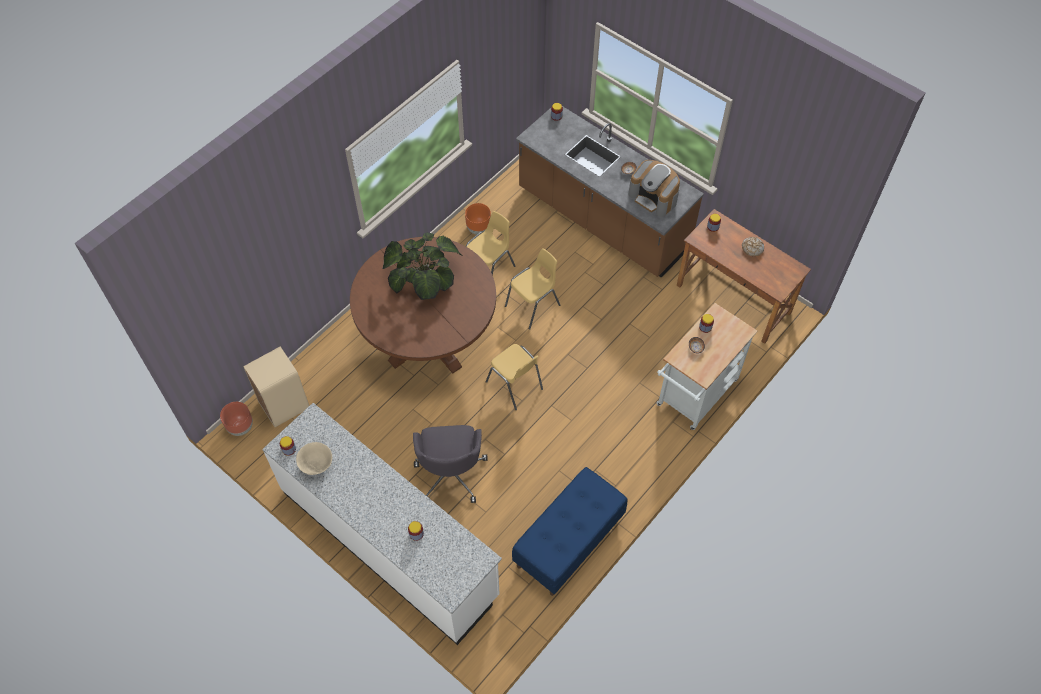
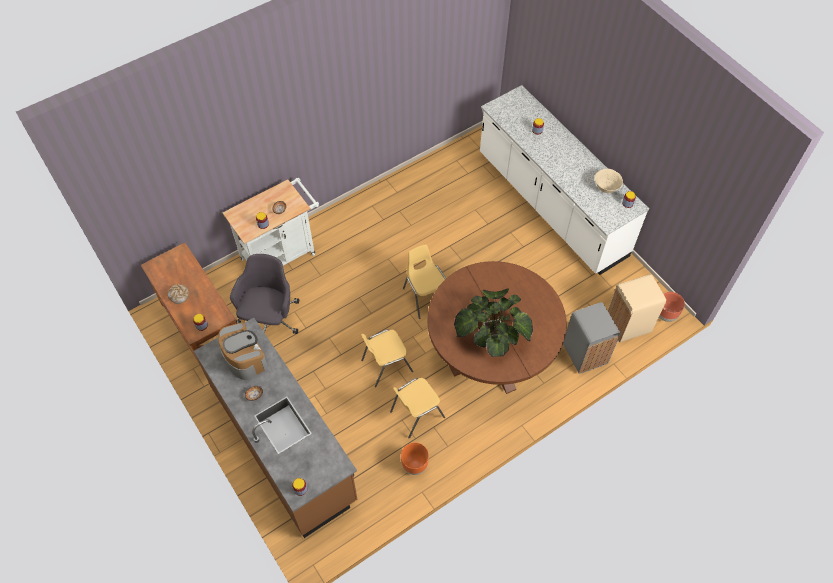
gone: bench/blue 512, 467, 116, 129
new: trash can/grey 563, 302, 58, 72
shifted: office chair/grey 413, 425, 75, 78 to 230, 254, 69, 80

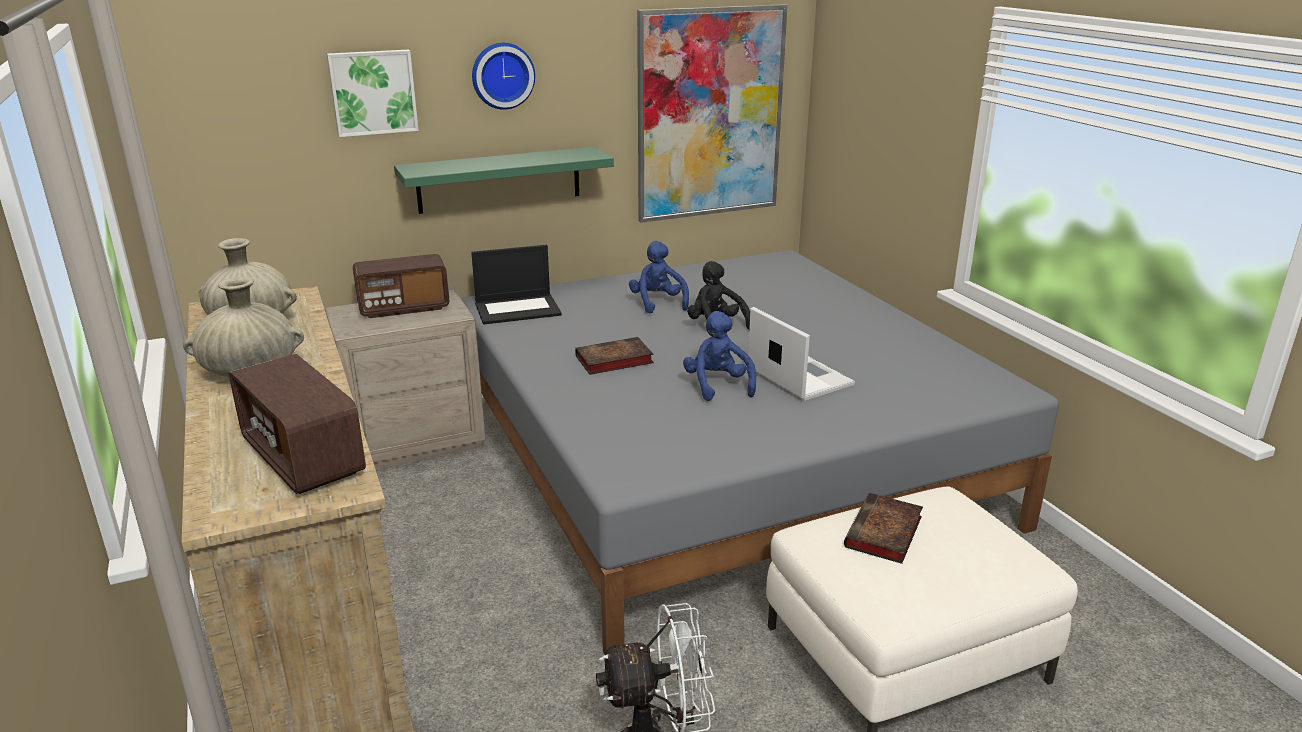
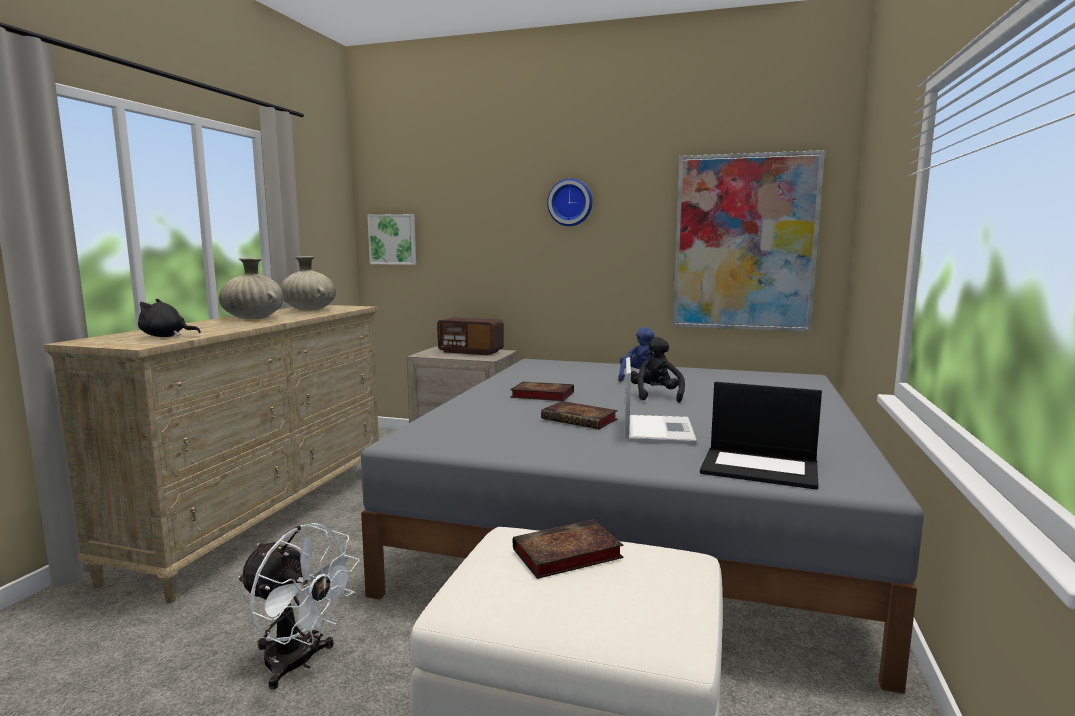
gone: shelf/green 394, 147, 220, 67
shifted: picture 327, 50, 92, 87 to 367, 214, 49, 51; laptop 471, 245, 91, 79 to 700, 382, 122, 108
swapped: radio 229, 354, 137, 140 to plush toy/black 138, 299, 63, 38; plush toy/blue 683, 311, 73, 90 to book 541, 401, 77, 28

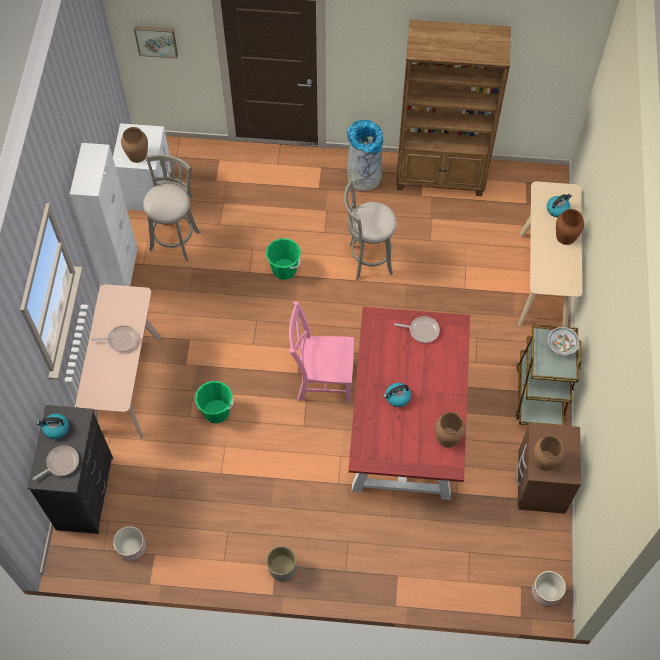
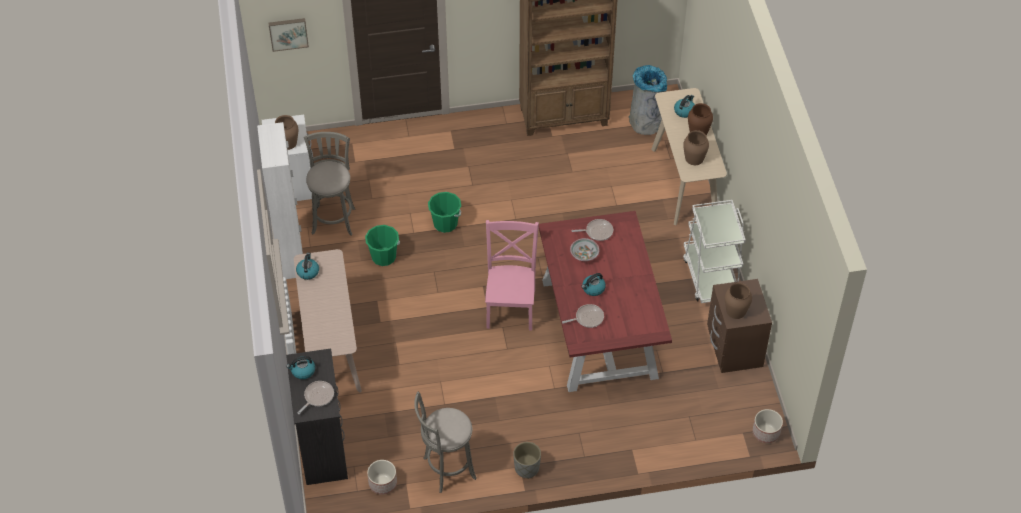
new: kettle 296, 253, 23, 27
shifted: frying pan 91, 325, 47, 27 to 562, 304, 42, 24; bucket/green 195, 381, 39, 43 to 365, 225, 35, 41; stool/grey 344, 180, 53, 100 to 414, 392, 63, 101; trash can/grey 347, 120, 36, 71 to 629, 65, 38, 70; vase/brown 435, 412, 31, 36 to 683, 130, 26, 35; bowl 548, 327, 32, 28 to 570, 238, 29, 23
repainted: cart/brown 516, 324, 66, 102 to cart/white 683, 200, 63, 103
rotated: chair/pink 289, 301, 65, 102 = 485, 220, 54, 111 105 degrees clockwise

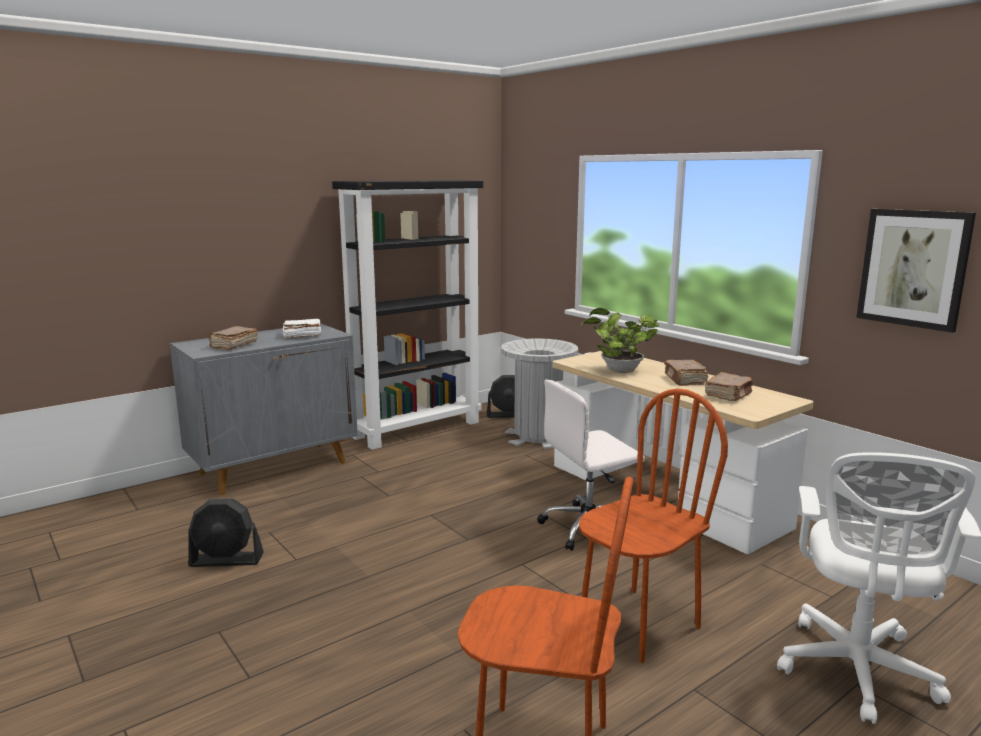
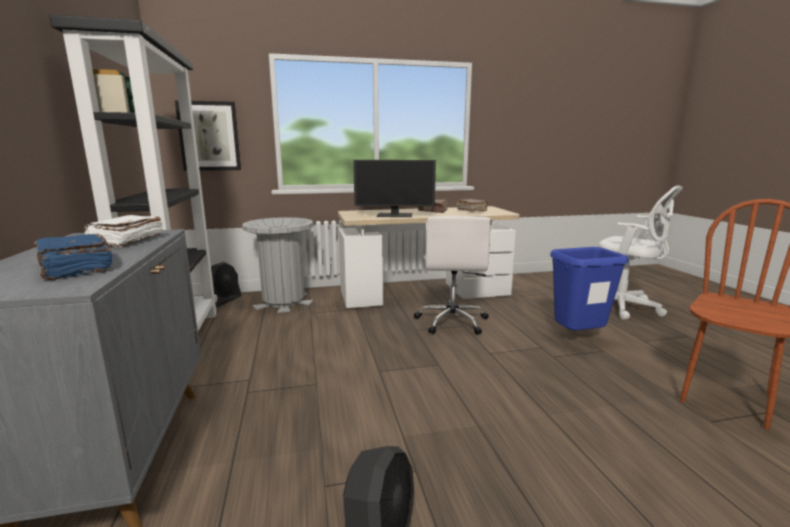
shifted: picture 856, 209, 120, 124 to 175, 100, 66, 71
swapped: chair/brown 579, 389, 149, 274 to trash can/blue 550, 247, 79, 84; potted plant 580, 308, 79, 65 to monitor 353, 160, 83, 57
repainted: book/brown 209, 326, 49, 24 to book/blue 34, 233, 79, 47

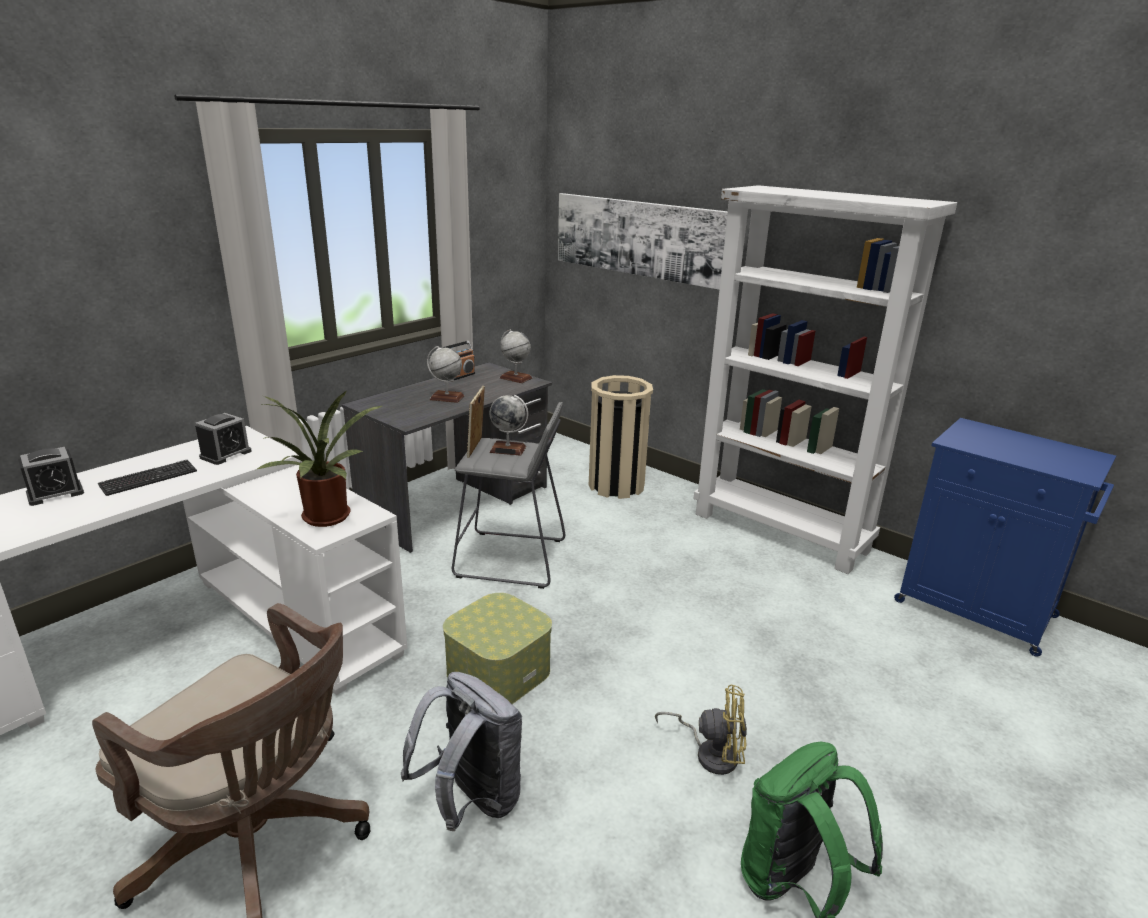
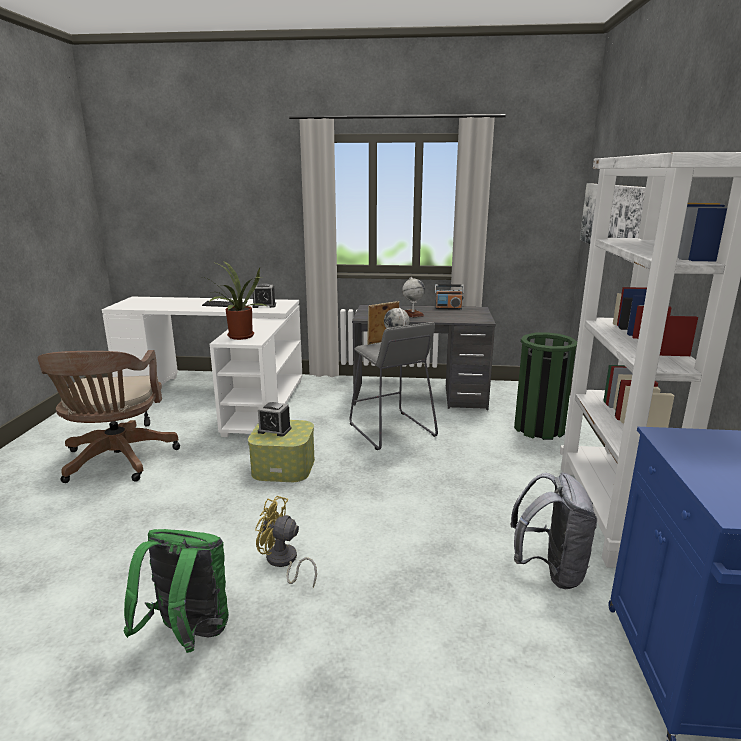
gone: globe 500, 329, 32, 54
shifted: alarm clock 18, 447, 66, 59 to 258, 402, 34, 35; backpack/grey 401, 672, 121, 159 to 510, 473, 87, 116
repainted: trash can/beige 589, 375, 64, 124 to trash can/green 514, 332, 63, 108
rotated: fan/yellow 655, 685, 92, 90 = 255, 496, 62, 91 135 degrees clockwise

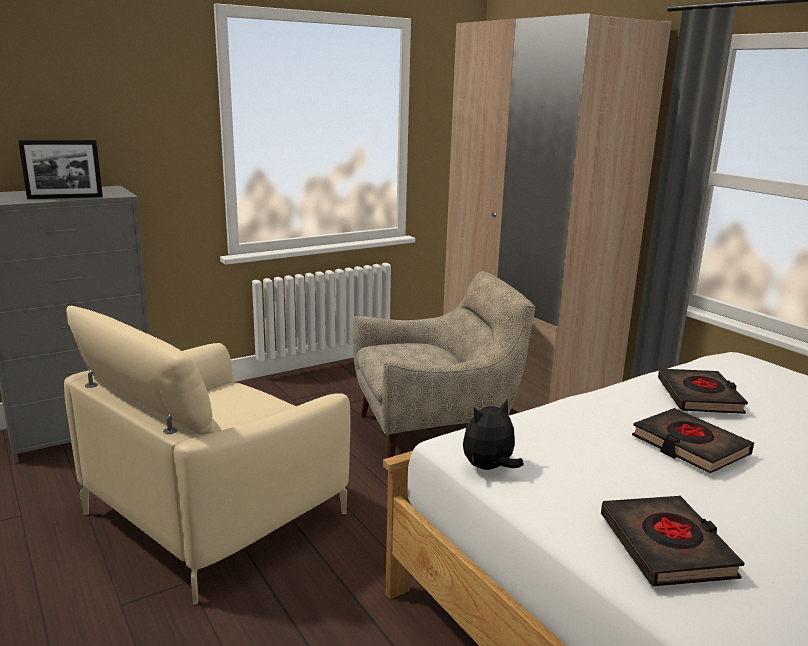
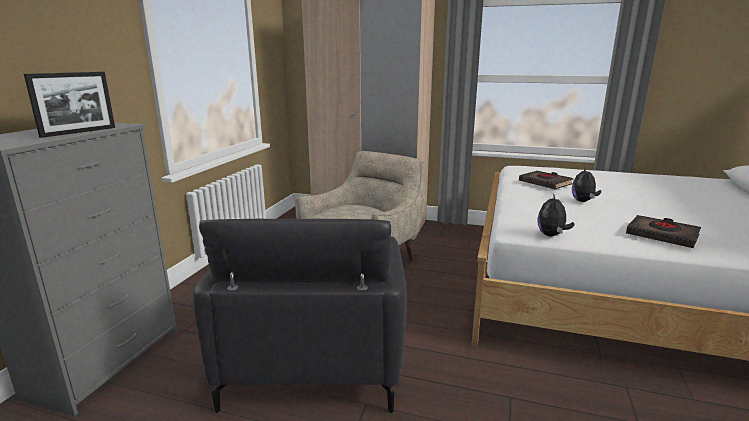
swapped: book/black 632, 408, 122, 65 to plush toy 572, 167, 29, 35
repainted: armchair/beige 64, 306, 286, 298 to armchair/black 193, 219, 214, 194

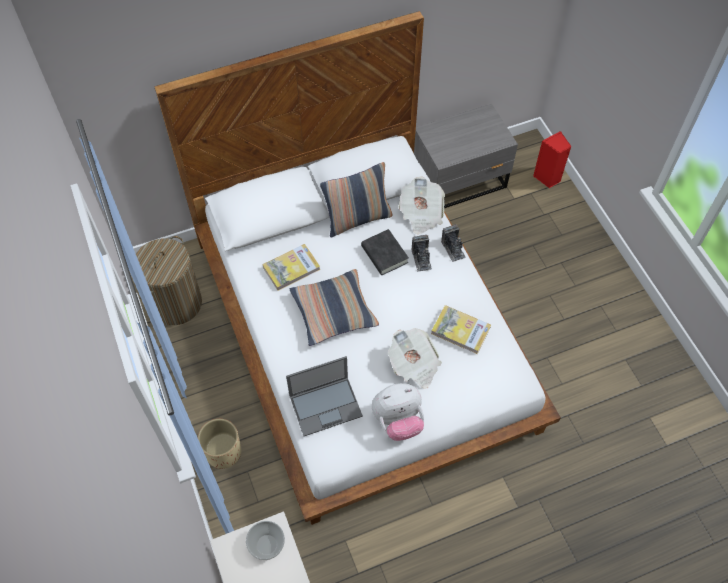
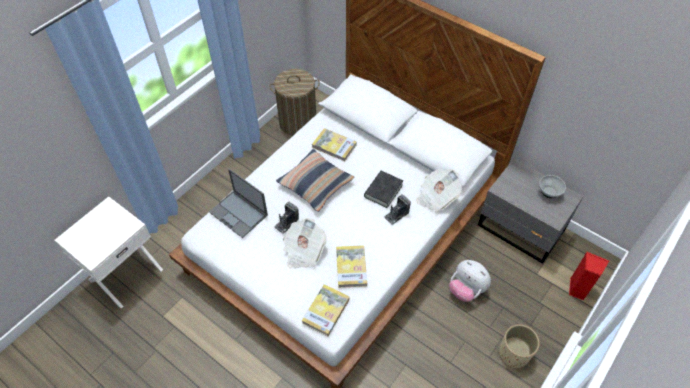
gone: pillow 320, 162, 73, 75
new: book 302, 284, 48, 52
shifted: planter/beige 198, 419, 43, 50 to 499, 324, 41, 44; bowl 246, 521, 39, 39 to 539, 175, 27, 23; plush toy 372, 383, 52, 58 to 449, 260, 42, 42; photo camera 441, 224, 25, 38 to 274, 202, 25, 32

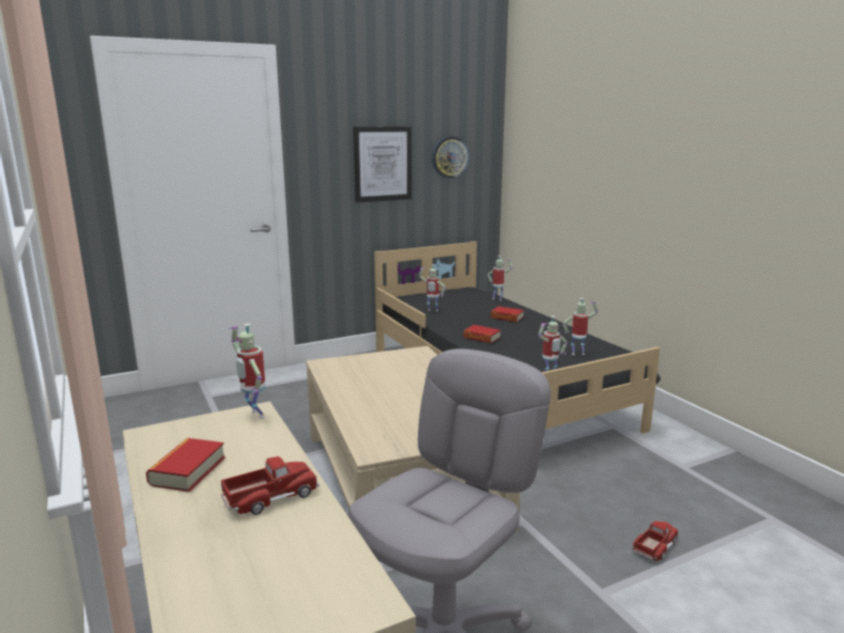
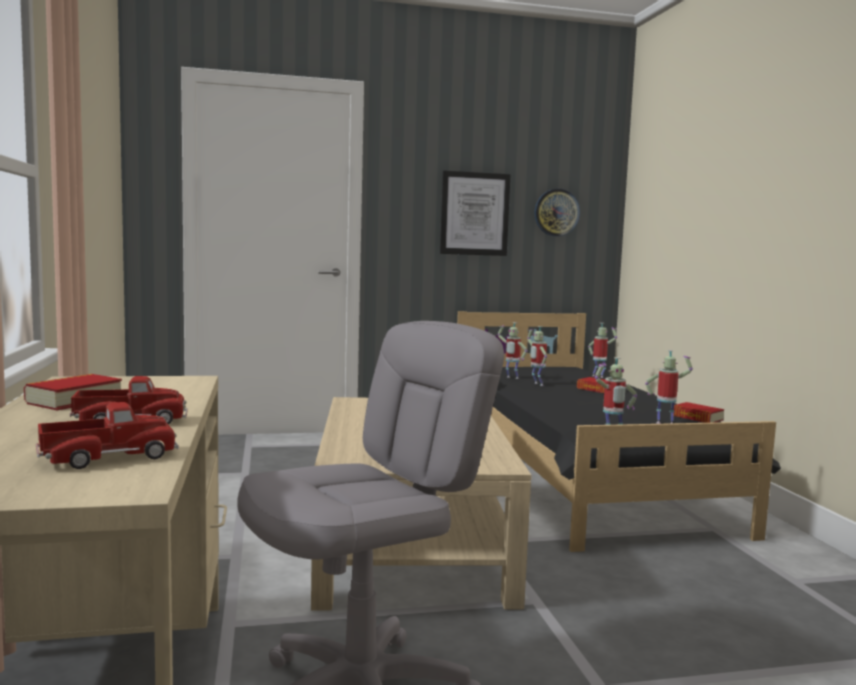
shifted: toy robot 228, 323, 37, 96 to 527, 326, 20, 60; book 463, 325, 38, 18 to 673, 402, 51, 21; toy truck 632, 521, 46, 40 to 36, 402, 143, 67

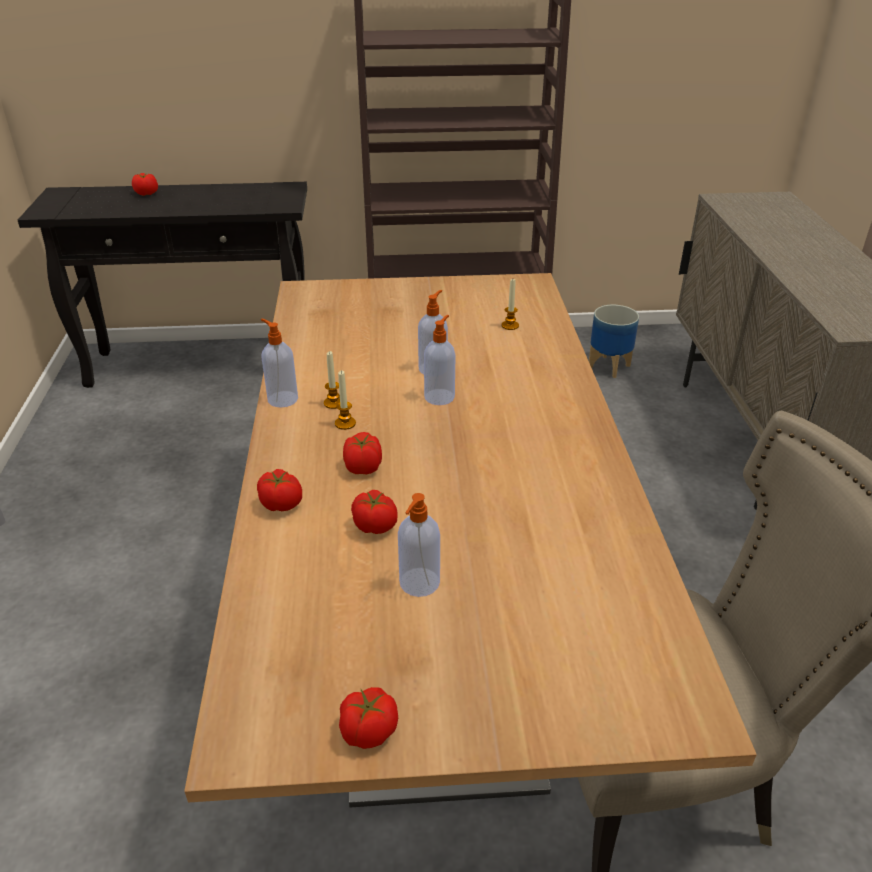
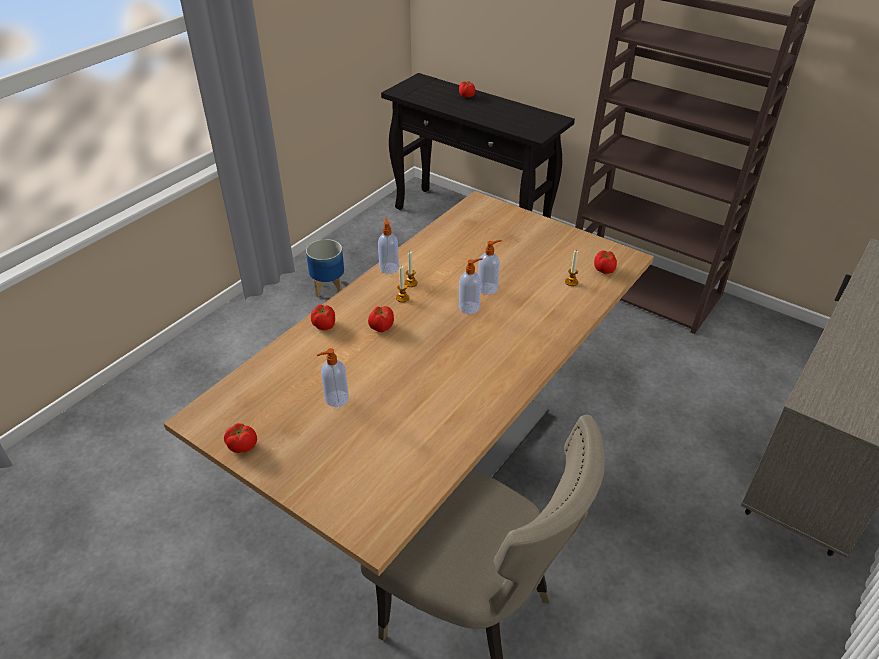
shifted: tomato 351, 490, 47, 44 to 594, 250, 23, 24; planter 589, 305, 50, 73 to 306, 239, 38, 58

